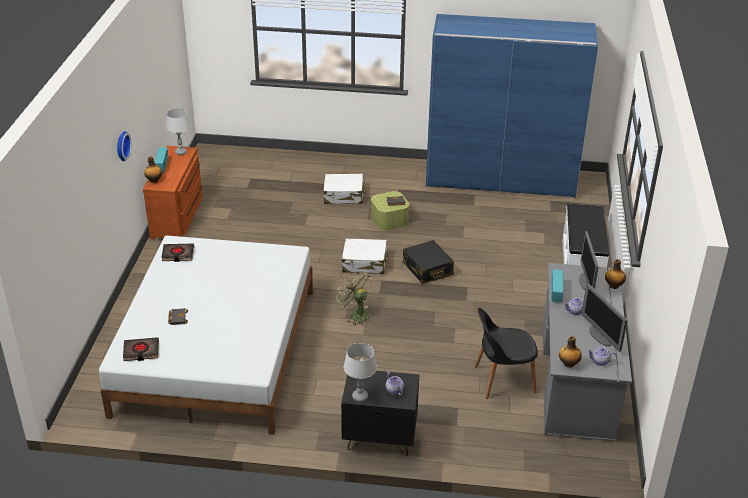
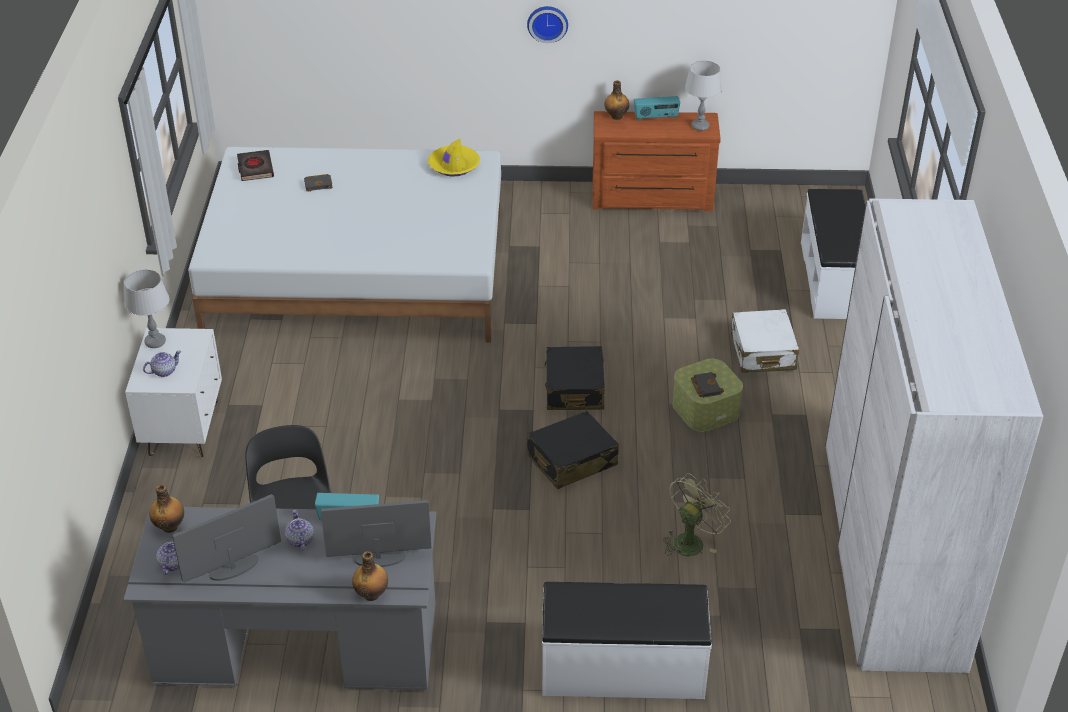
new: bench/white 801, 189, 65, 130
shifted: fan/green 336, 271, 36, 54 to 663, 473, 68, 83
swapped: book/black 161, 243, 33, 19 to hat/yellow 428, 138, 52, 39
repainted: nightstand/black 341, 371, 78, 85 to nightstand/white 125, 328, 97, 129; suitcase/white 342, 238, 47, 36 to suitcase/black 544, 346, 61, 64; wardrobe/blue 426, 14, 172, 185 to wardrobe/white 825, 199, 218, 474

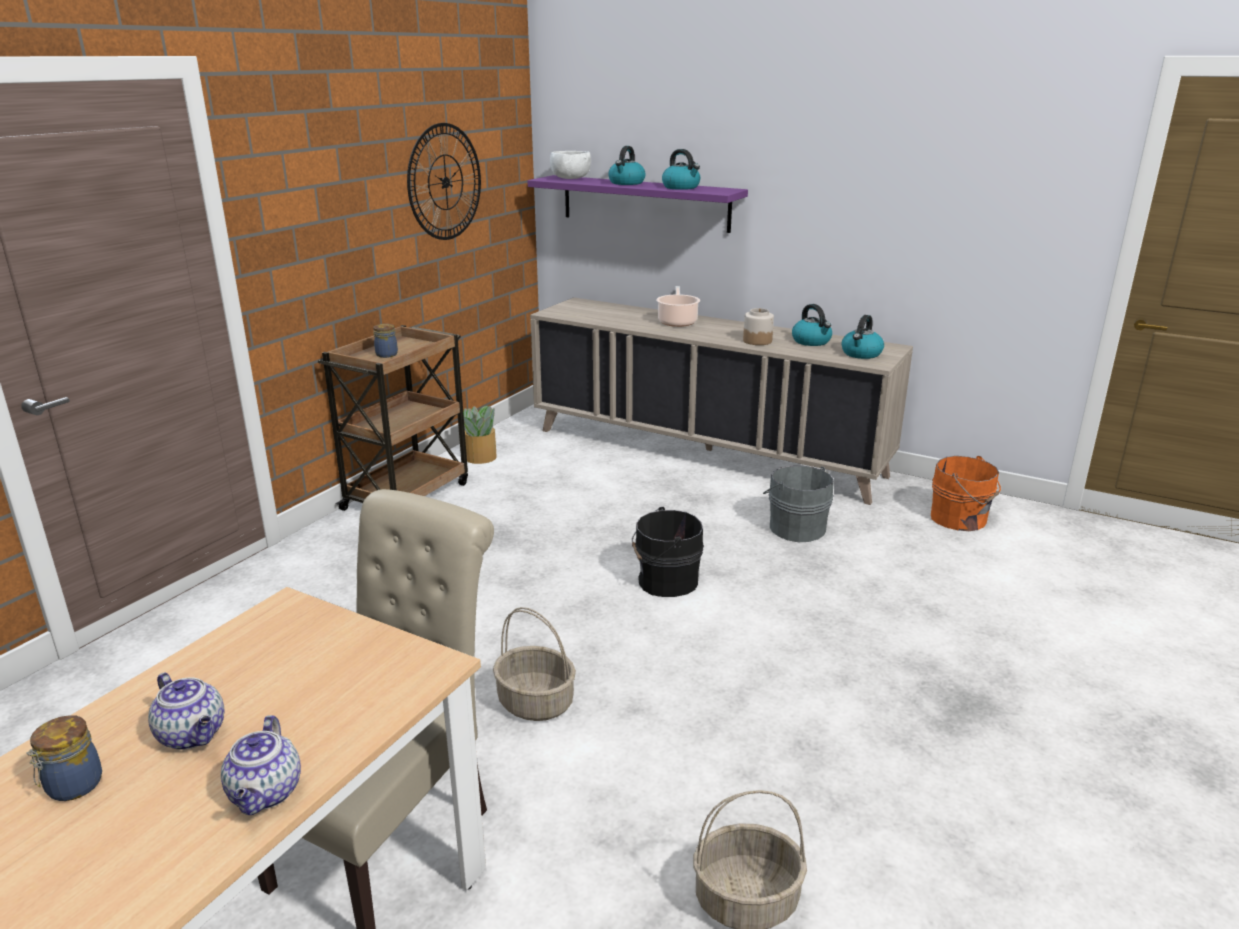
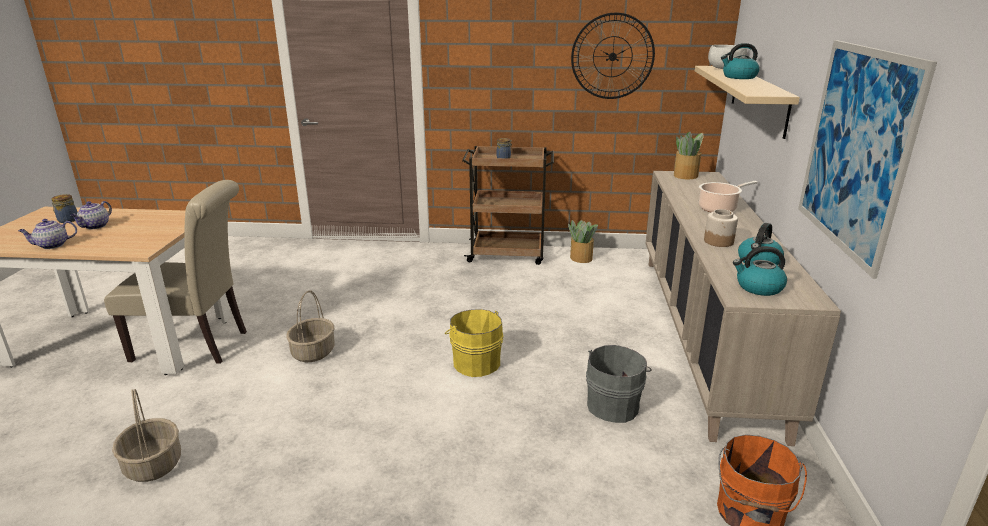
gone: kettle 662, 149, 38, 41
new: potted plant 674, 131, 30, 48; picture 798, 40, 139, 239
repainted: shelf/purple 527, 175, 221, 58 to shelf/beige 695, 66, 105, 73; bucket/black 632, 507, 72, 90 to bucket/yellow 445, 309, 59, 68

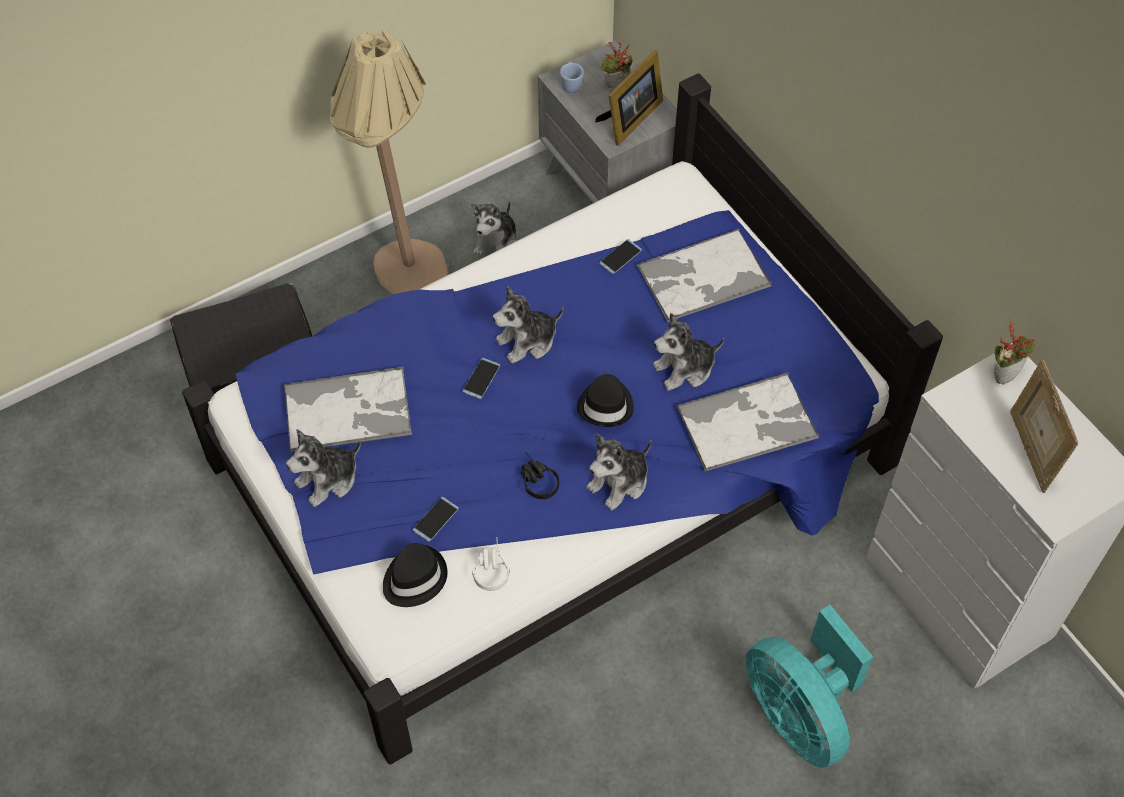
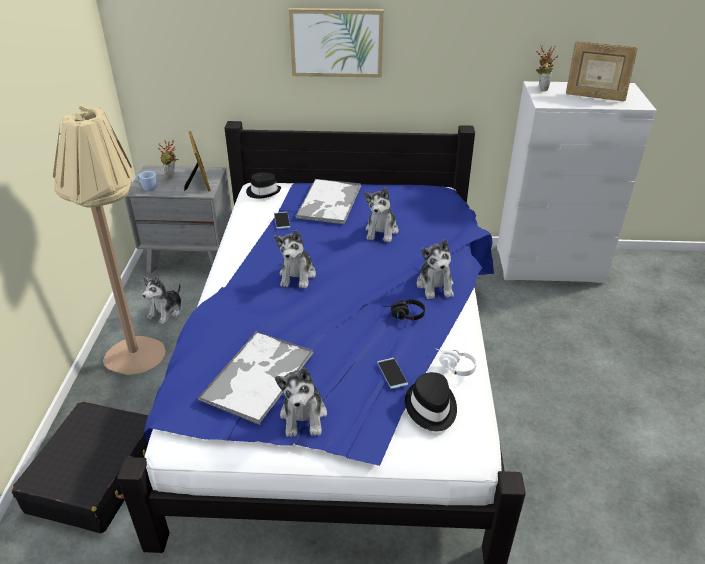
gone: phone 463, 357, 37, 42; tray 676, 372, 143, 101; fan/turquoise 746, 605, 127, 163
new: picture 289, 8, 95, 70
shifted: hat/black 577, 374, 57, 53 to 246, 172, 35, 27
rotated: plush toy 472, 200, 46, 57 = 142, 276, 40, 48 60 degrees clockwise

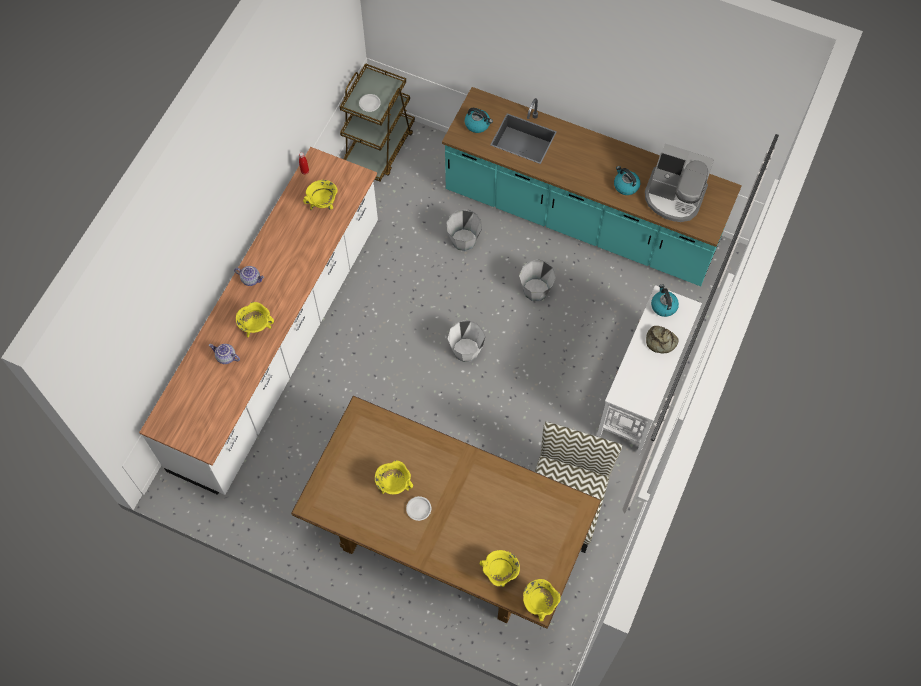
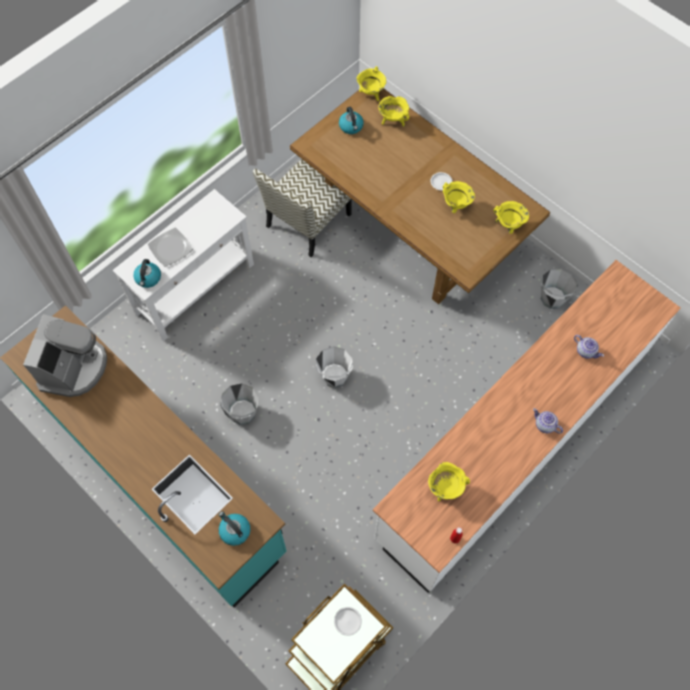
shifted: cooking pot/yellow 236, 302, 38, 36 to 493, 201, 36, 33; bucket/grey 446, 209, 36, 42 to 541, 269, 36, 40; kettle 614, 166, 26, 29 to 339, 107, 25, 27
swapped: bread 646, 326, 33, 27 to plate 148, 227, 45, 40
rotated: coffee machine 645, 144, 69, 78 = 23, 314, 84, 83 60 degrees clockwise

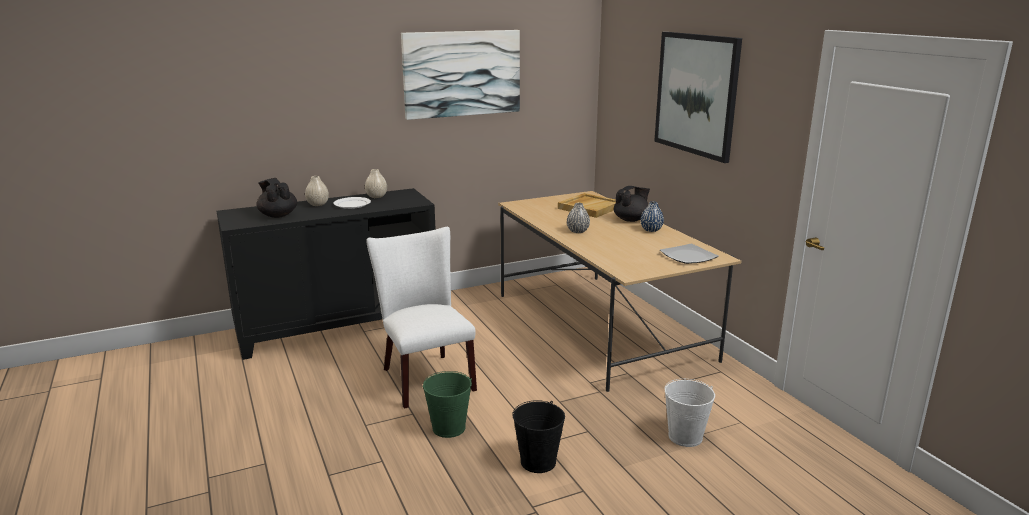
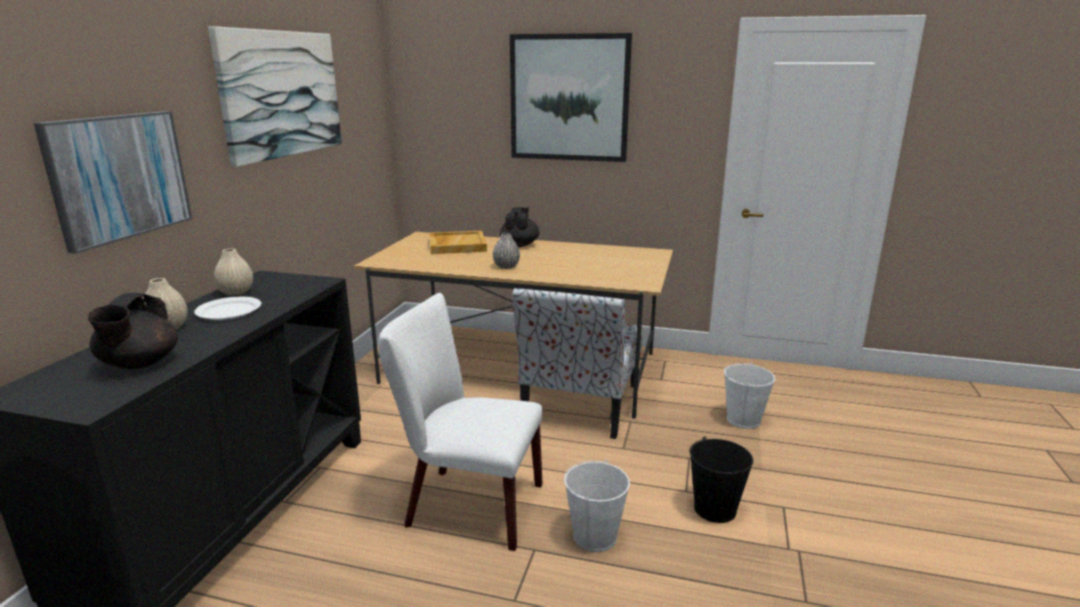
gone: vase/blue 640, 201, 24, 31; plate 660, 244, 59, 20
new: picture 34, 111, 158, 143; chair 512, 288, 130, 151
repainted: bucket/green 422, 371, 50, 67 to bucket/white 564, 460, 66, 92
rotated: teapot/black 256, 178, 41, 40 = 88, 293, 90, 76 90 degrees counterclockwise

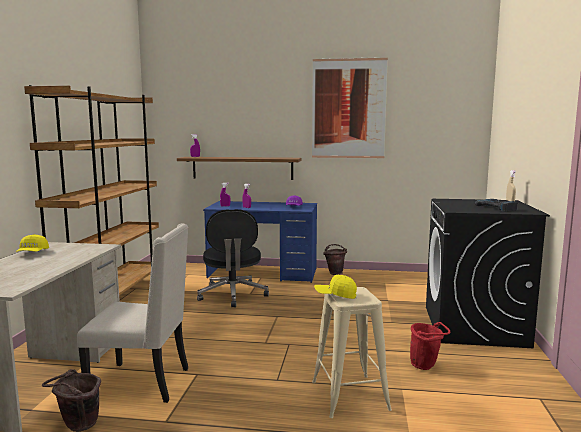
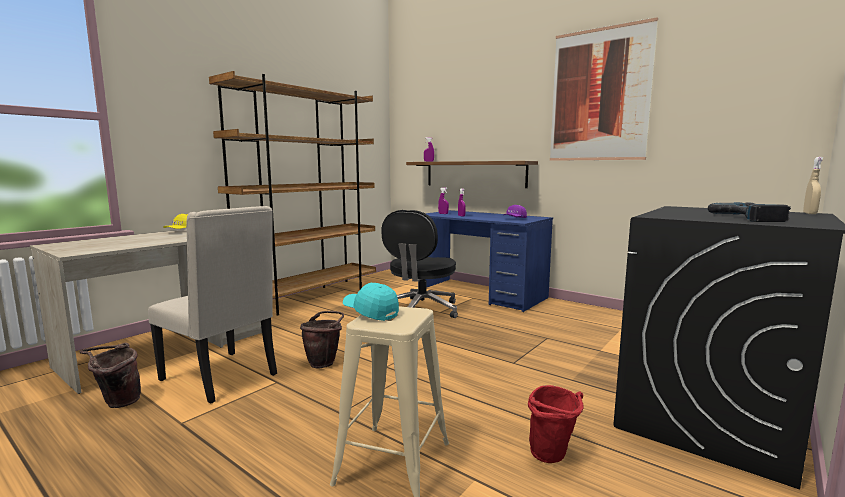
shifted: bucket/brown 323, 244, 24, 31 to 300, 311, 44, 58
repainted: cap/yellow 314, 275, 43, 24 to cap/turquoise 343, 283, 56, 38

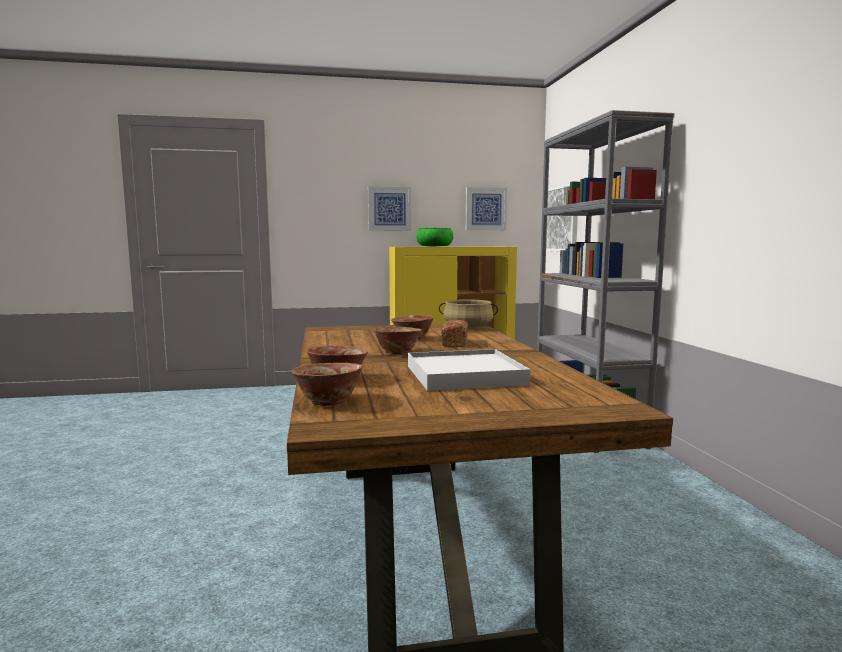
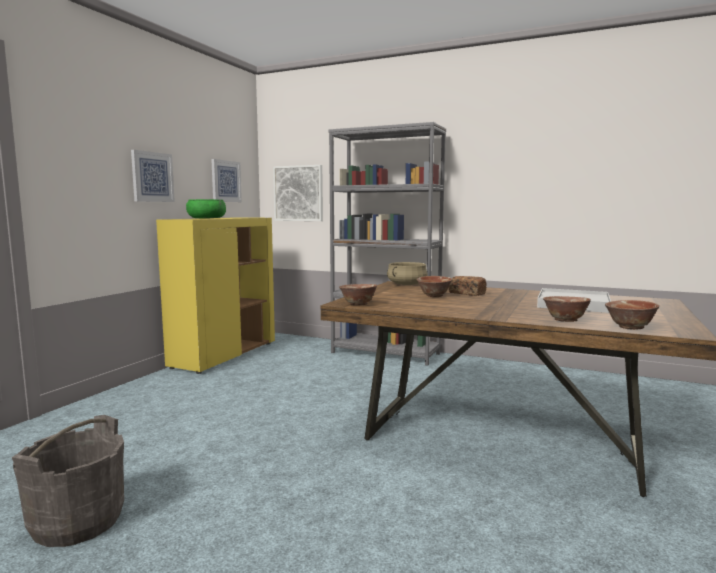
new: bucket/grey 12, 415, 112, 132
shifted: bowl 373, 327, 49, 27 to 339, 284, 38, 22

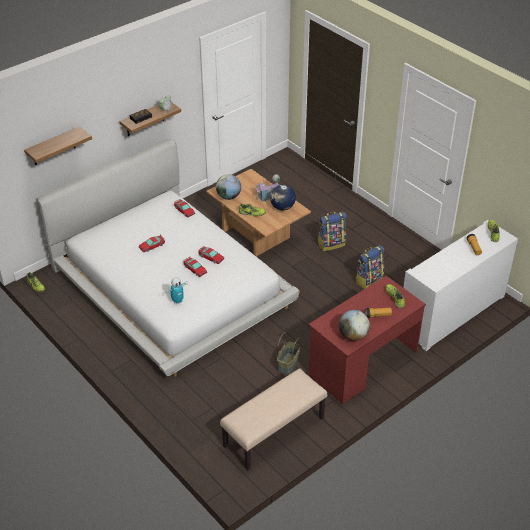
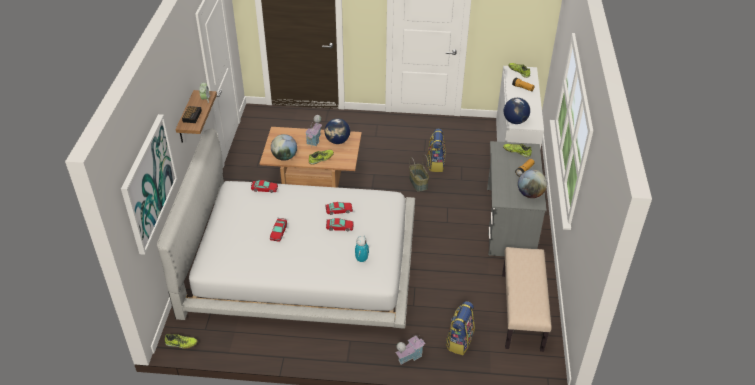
new: toy house 395, 335, 31, 30; globe 504, 98, 26, 26
shifted: basket 277, 332, 24, 43 to 409, 154, 20, 38; backpack 318, 212, 29, 39 to 446, 301, 29, 54
swapped: shelf 24, 126, 68, 39 to picture 121, 114, 57, 141
repainted: desk/red 309, 276, 117, 128 to desk/grey 487, 141, 60, 115

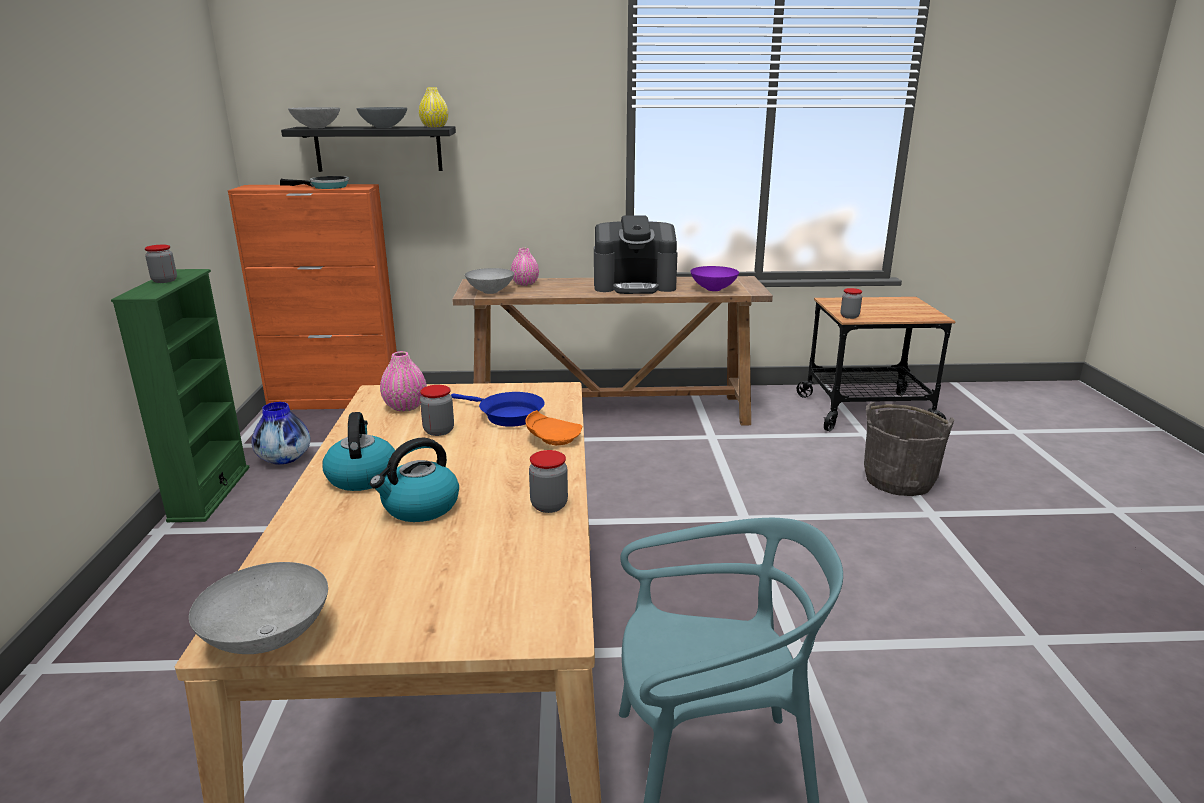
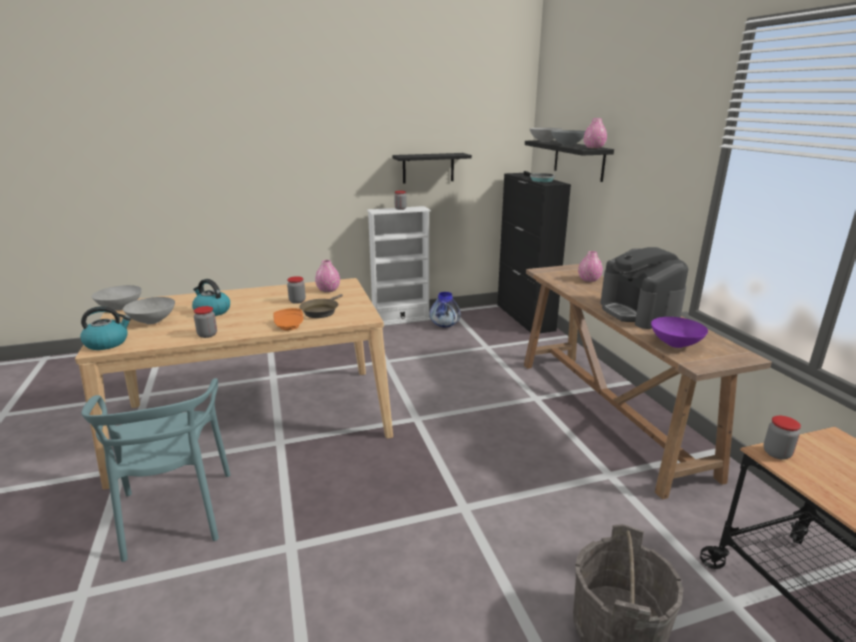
new: shelf/black 392, 153, 80, 31
shifted: kettle 322, 412, 73, 79 to 80, 306, 51, 44; bowl/grey 465, 268, 49, 26 to 123, 297, 52, 27
repainted: bookcase/green 111, 269, 139, 253 to bookcase/white 367, 206, 64, 120; cabinet/orange 228, 184, 169, 226 to cabinet/black 497, 173, 74, 160; vase/yellow 419, 88, 30, 39 to vase/pink 584, 118, 23, 31; frying pan/blue 451, 392, 94, 35 to frying pan/brown 299, 294, 44, 24

